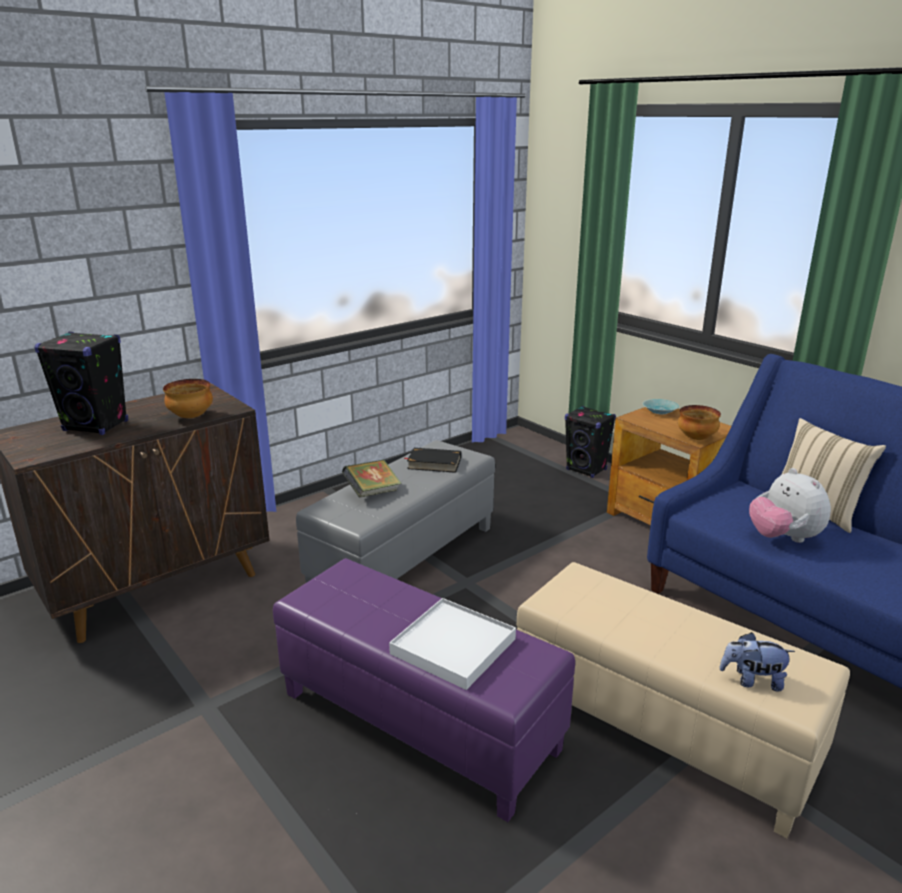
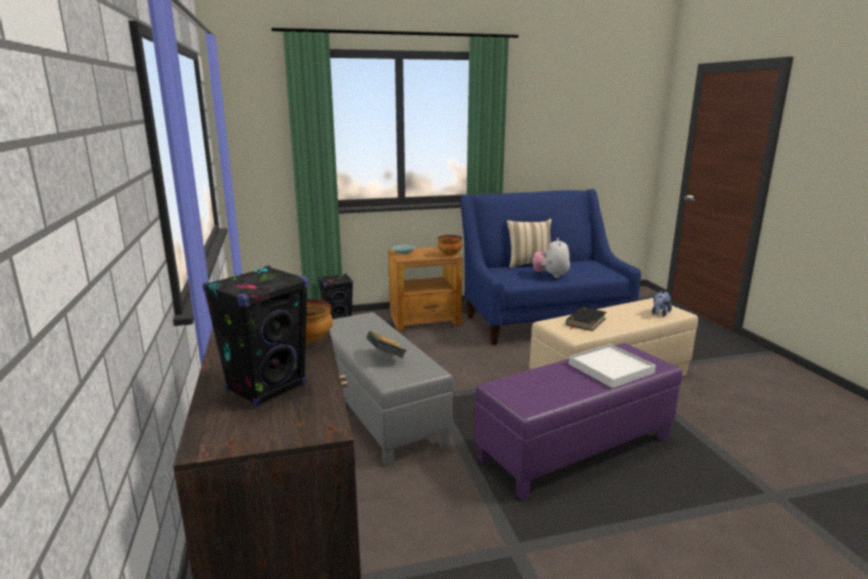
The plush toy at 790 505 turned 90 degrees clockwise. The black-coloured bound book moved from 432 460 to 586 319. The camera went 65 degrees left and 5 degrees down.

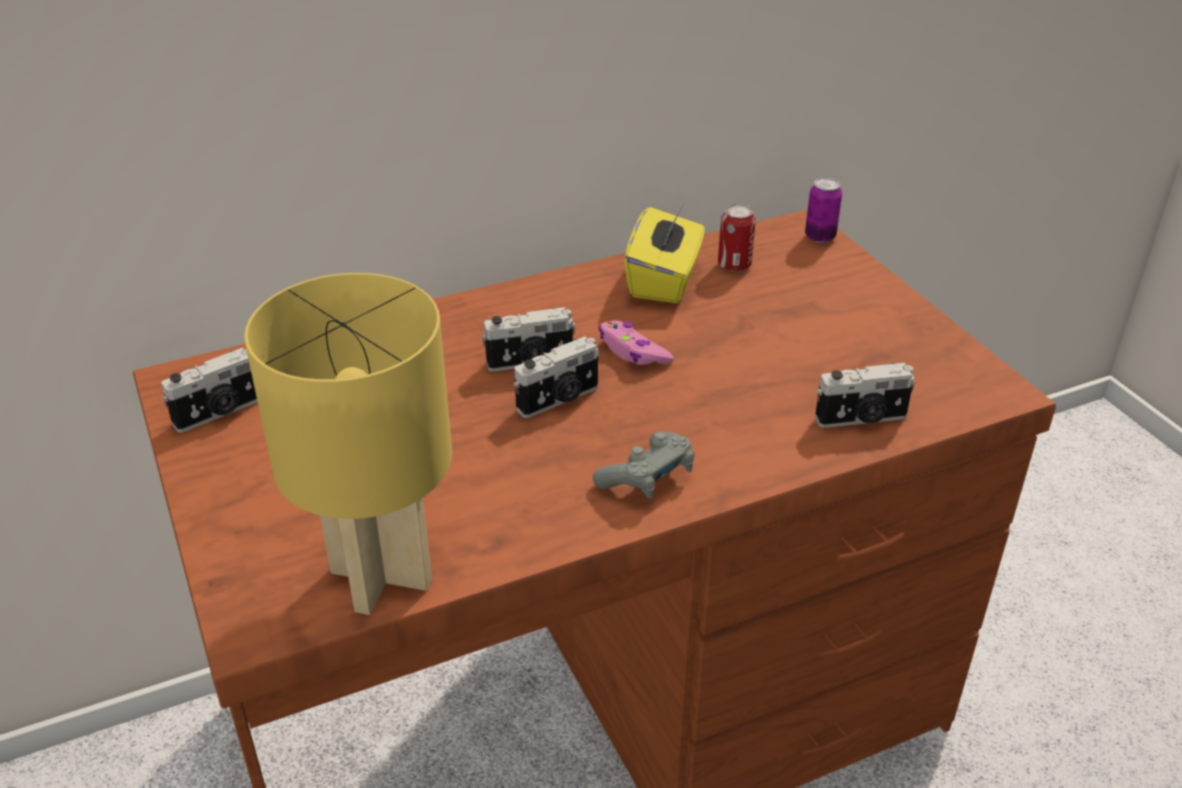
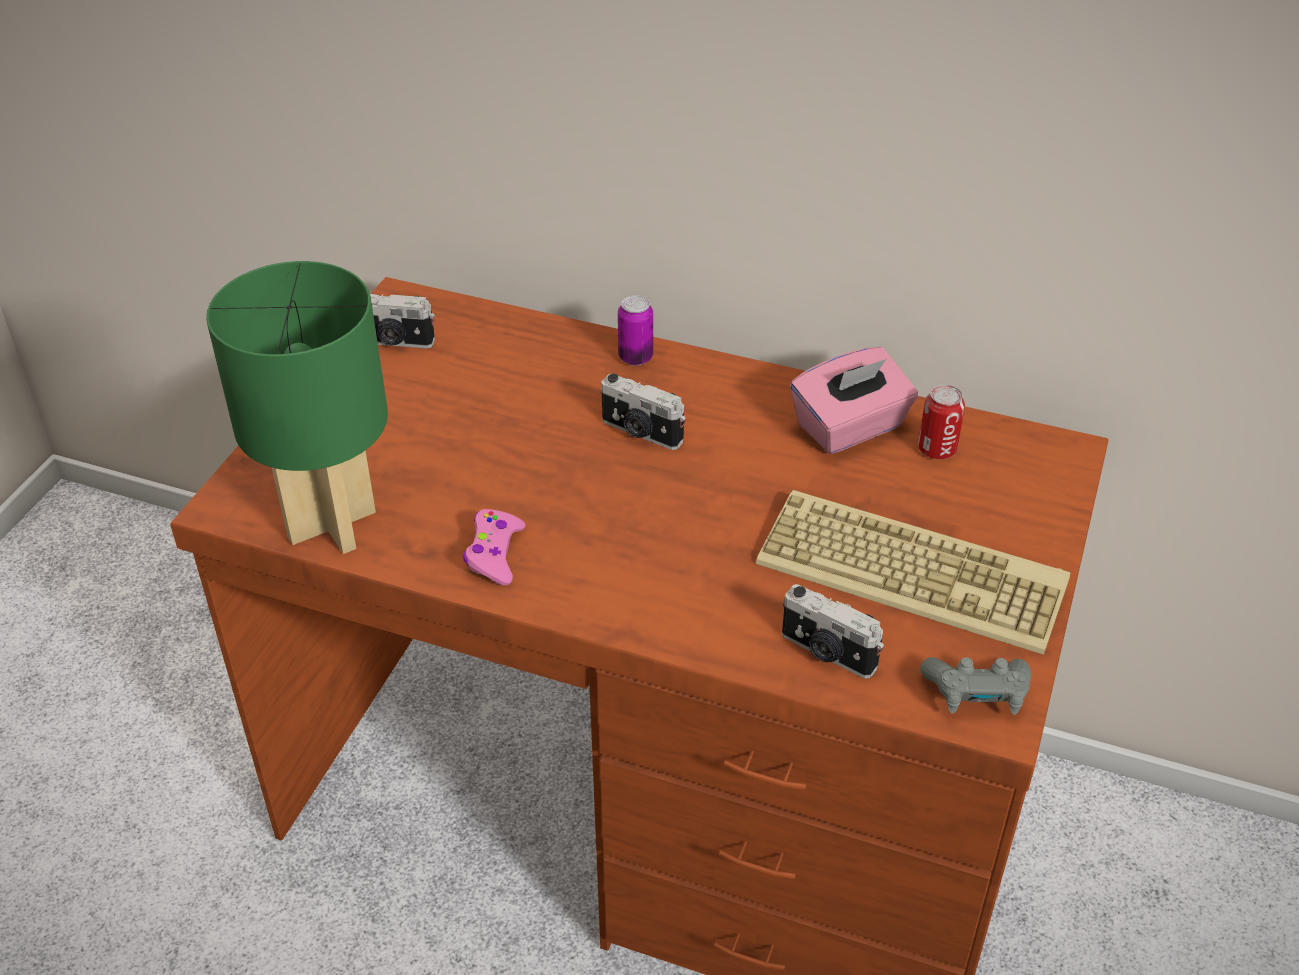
The yellow tabletop lamp at 348 444 became the green tabletop lamp at 297 407. The pink gamepad moved from 636 343 to 494 547. The can moved from 823 210 to 635 330. The PC keyboard at 913 572 appeared. The yellow tissue box at 664 253 became the pink tissue box at 854 400. The greyish gamepad moved from 644 465 to 975 686. The photo camera at 556 377 disappeared. The camera went 45 degrees right and 5 degrees up.

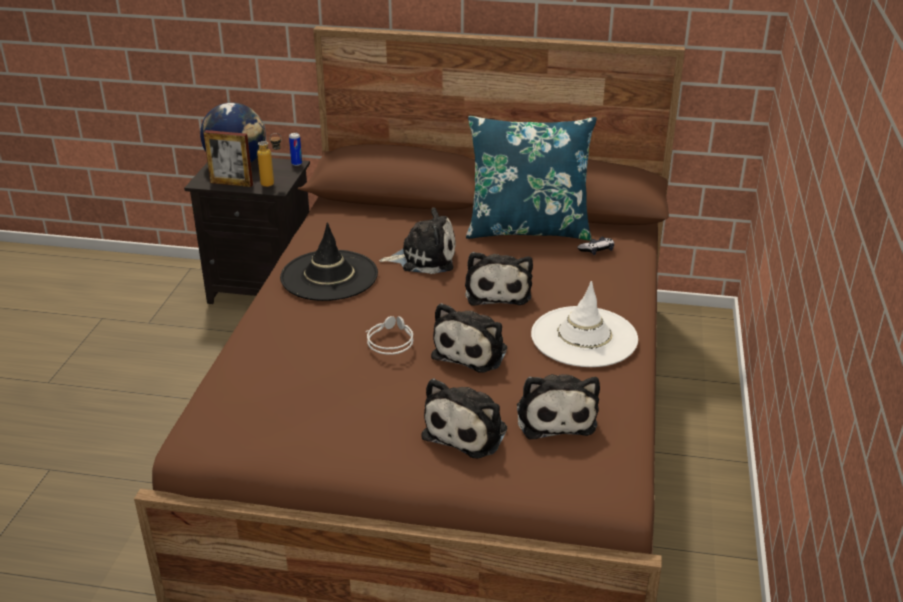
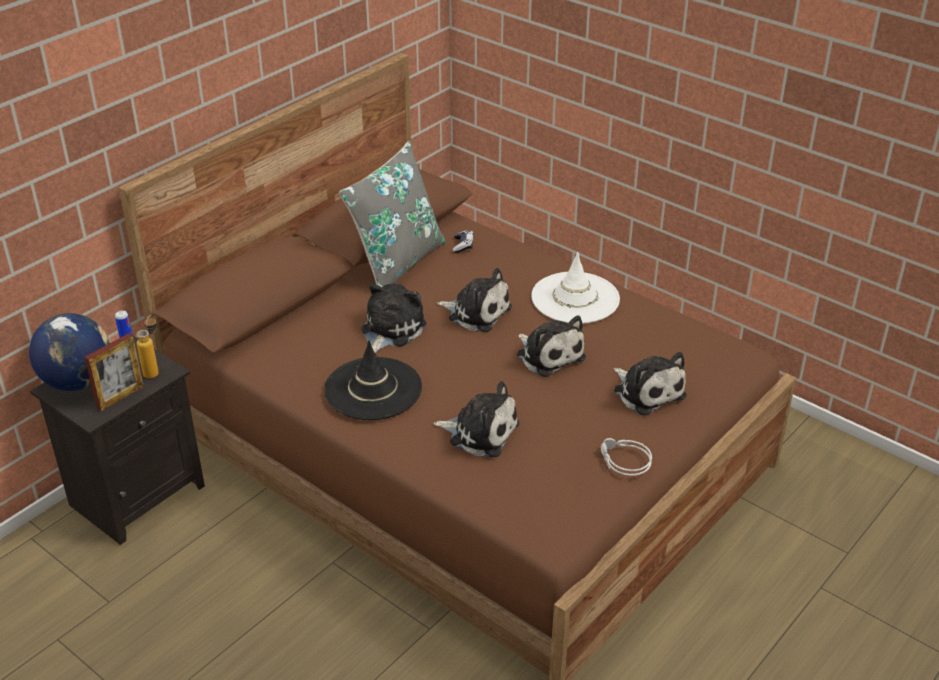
The blue throw pillow at 531 178 became the greyish throw pillow at 392 214. The plush toy moved from 558 406 to 476 419. The greyish headset moved from 389 335 to 626 457. The camera went 60 degrees left and 5 degrees up.

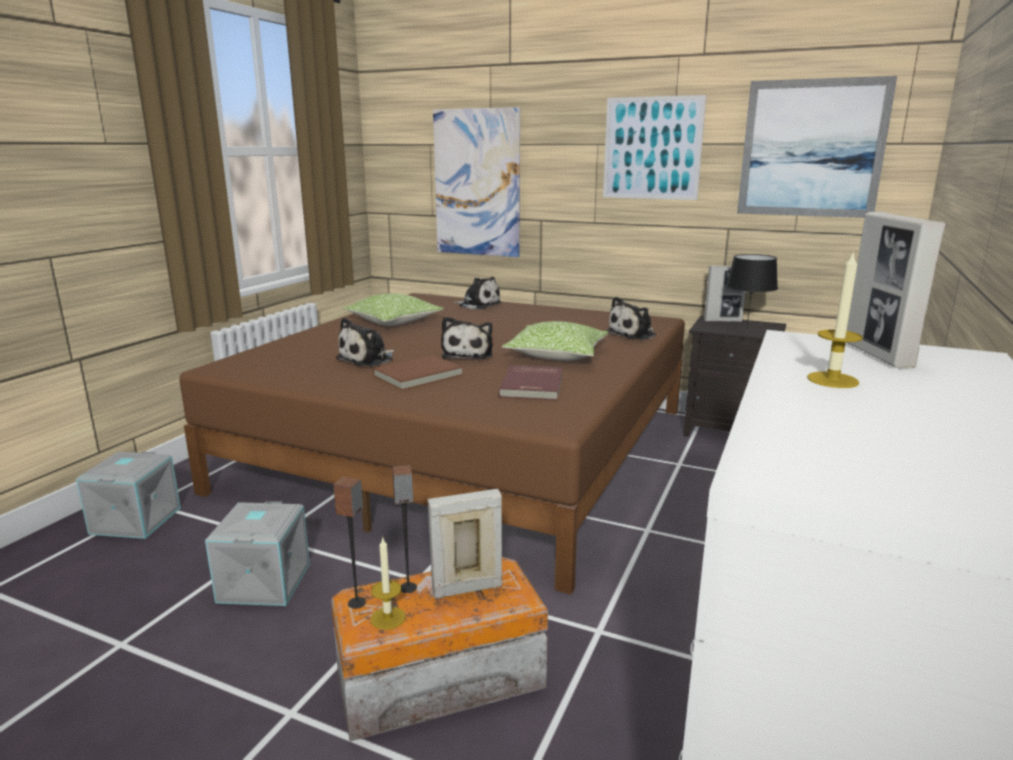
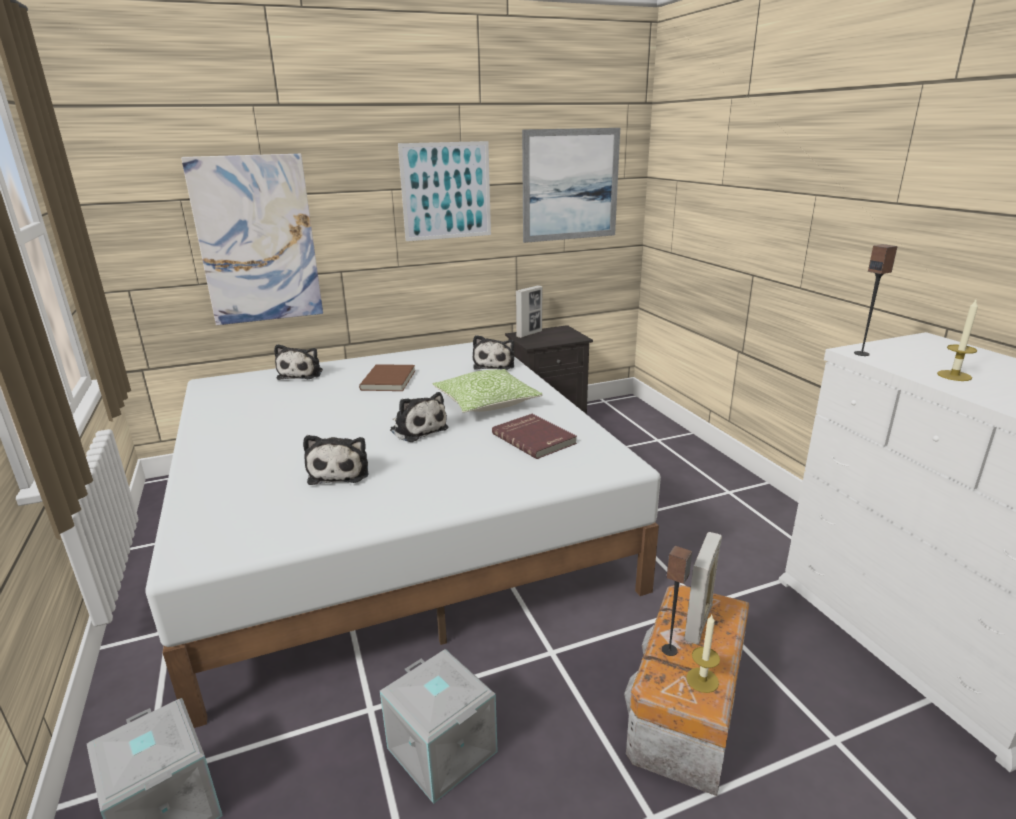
The brownish bed at 432 443 became the whitish bed at 403 535. The plush toy at 478 293 turned 105 degrees clockwise. The brownish bound book moved from 418 372 to 387 377. The audio speaker moved from 349 543 to 876 300. The throw pillow at 393 310 disappeared. The black-coloured tabletop lamp at 752 292 disappeared. The photo frame at 895 290 disappeared. The camera went 45 degrees left and 5 degrees up.

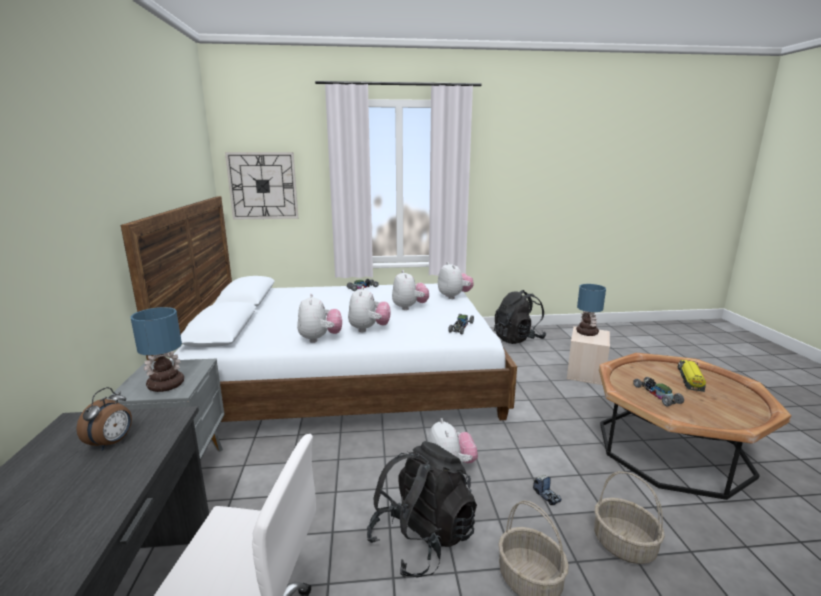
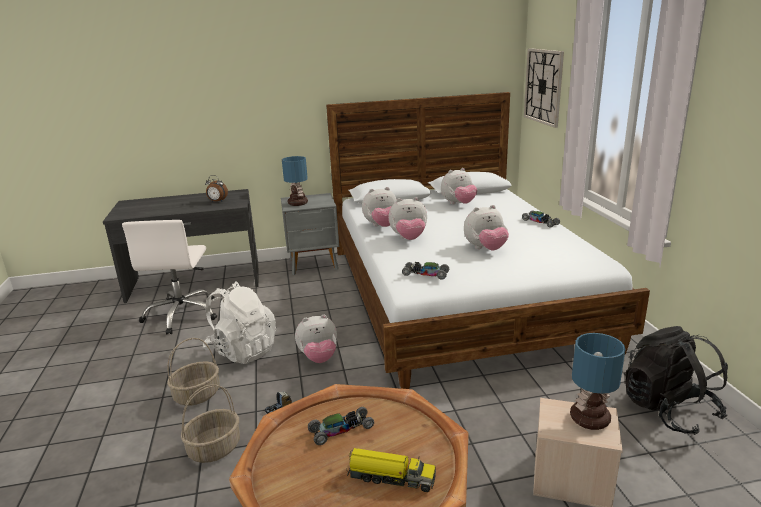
The black-coloured backpack at 422 509 became the whitish backpack at 239 322. The plush toy moved from 456 280 to 459 186. The camera went 85 degrees right and 5 degrees up.

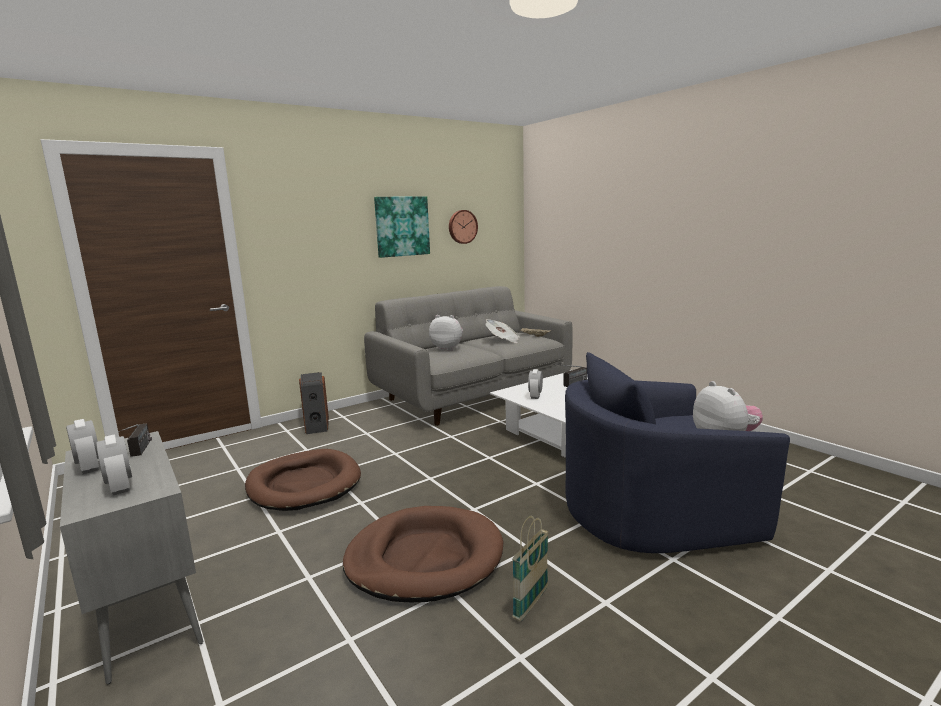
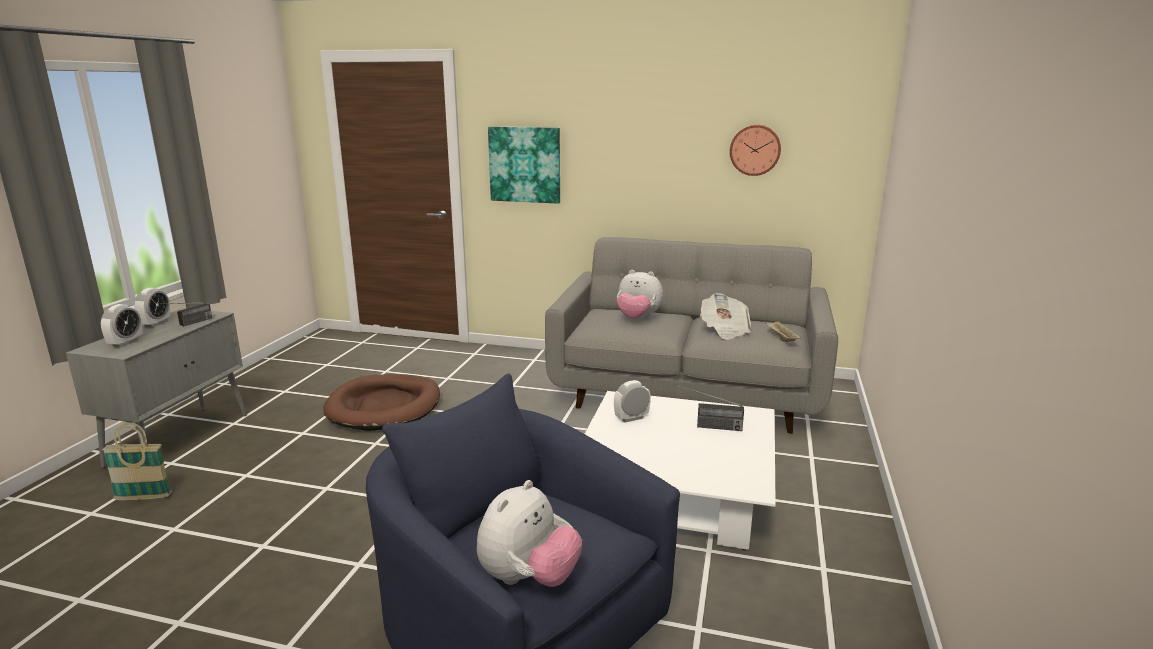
The basket moved from 530 569 to 137 462. The wall picture moved from 402 227 to 524 165. The plush toy at 446 333 turned 135 degrees clockwise. The audio speaker at 314 403 disappeared. The brownish dog cushion at 423 554 disappeared. The camera went 50 degrees right and 5 degrees up.

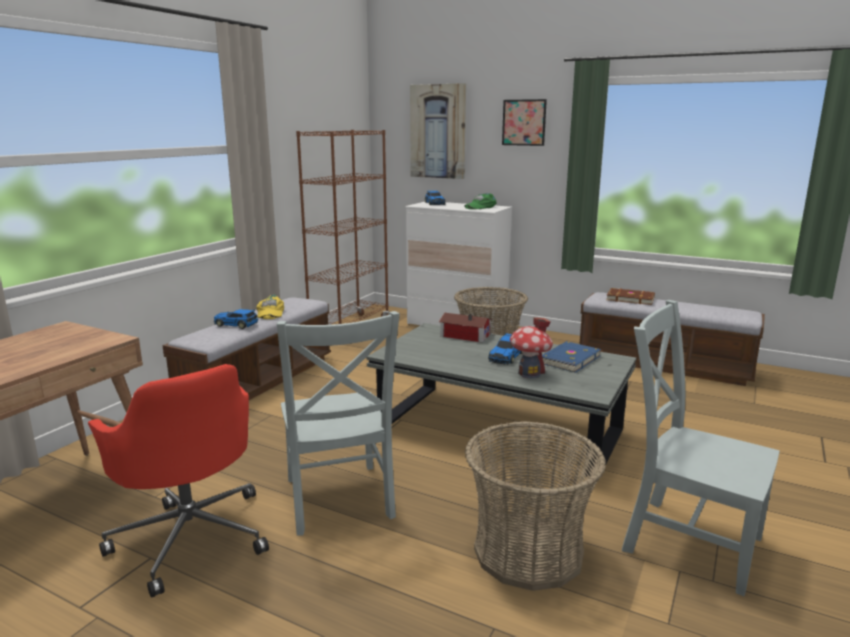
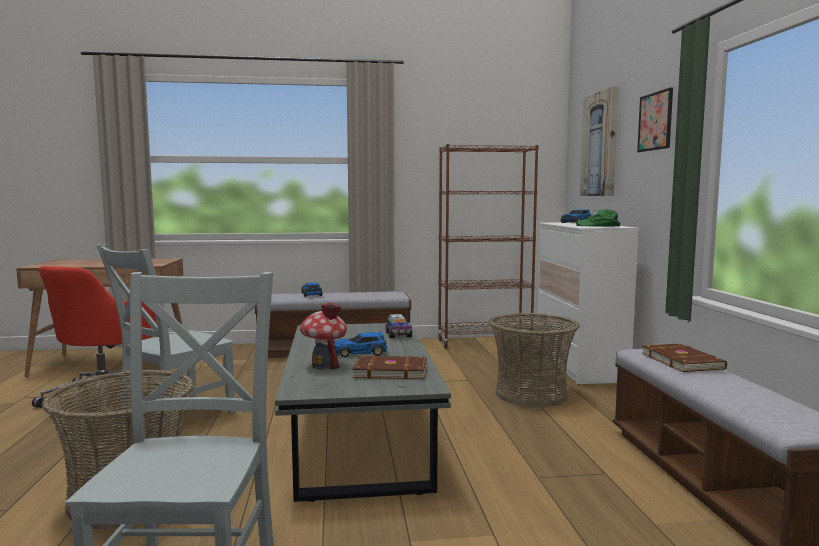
The blue bound book at 571 357 became the brownish bound book at 389 367. The toy house at 465 327 was replaced by the toy truck at 399 326. The yellow peaked cap at 270 306 disappeared. The camera went 55 degrees right and 10 degrees down.

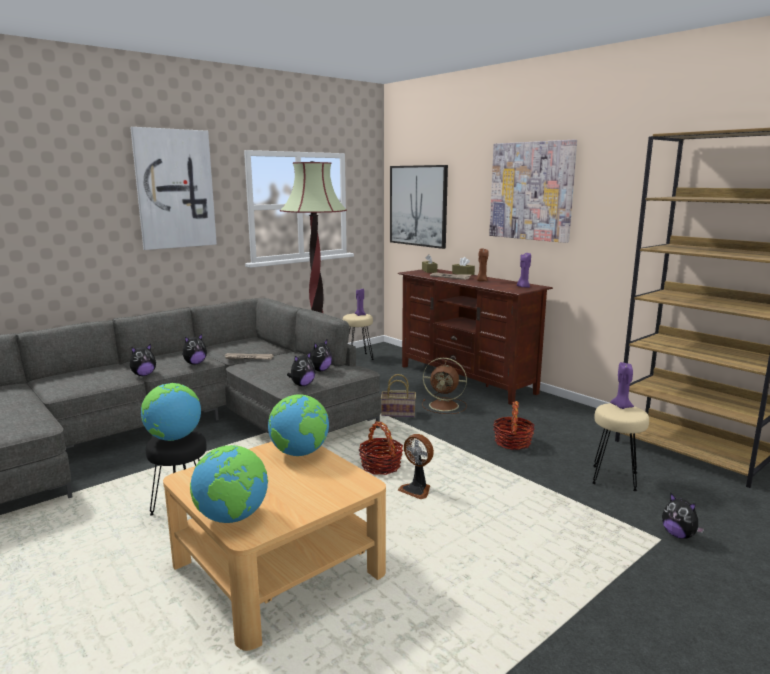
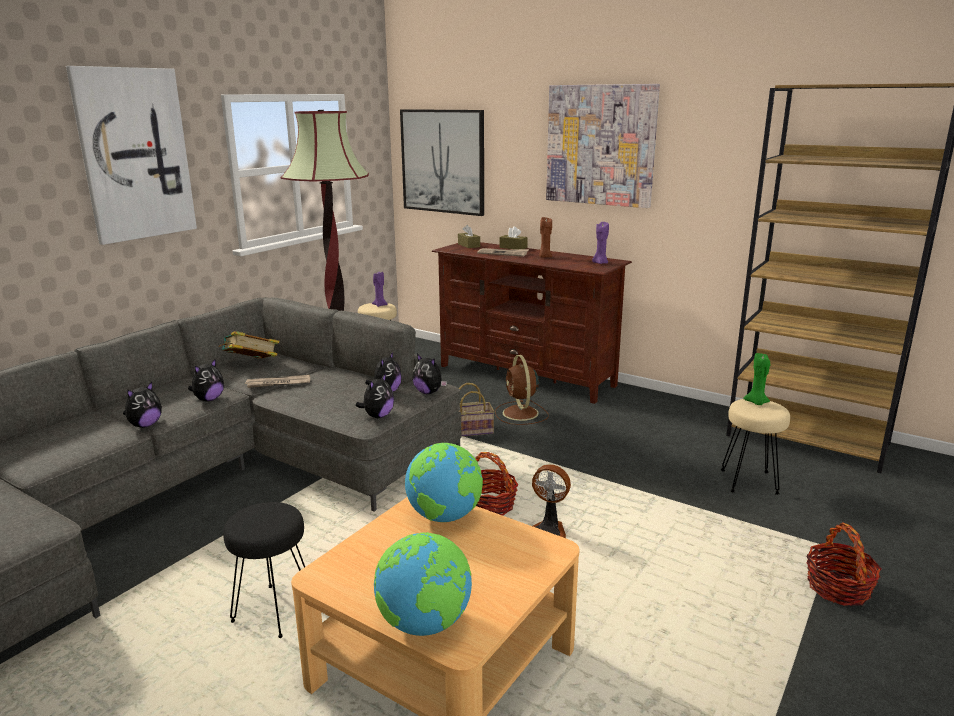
The bound book at 249 345 appeared. The plush toy moved from 683 516 to 429 374. The brownish cooling fan at 444 386 turned 75 degrees clockwise. The purplish wax candle at 622 385 became the green wax candle at 756 379. The basket moved from 514 425 to 844 564. The desk globe at 171 412 disappeared. The camera went 15 degrees left and 5 degrees up.

